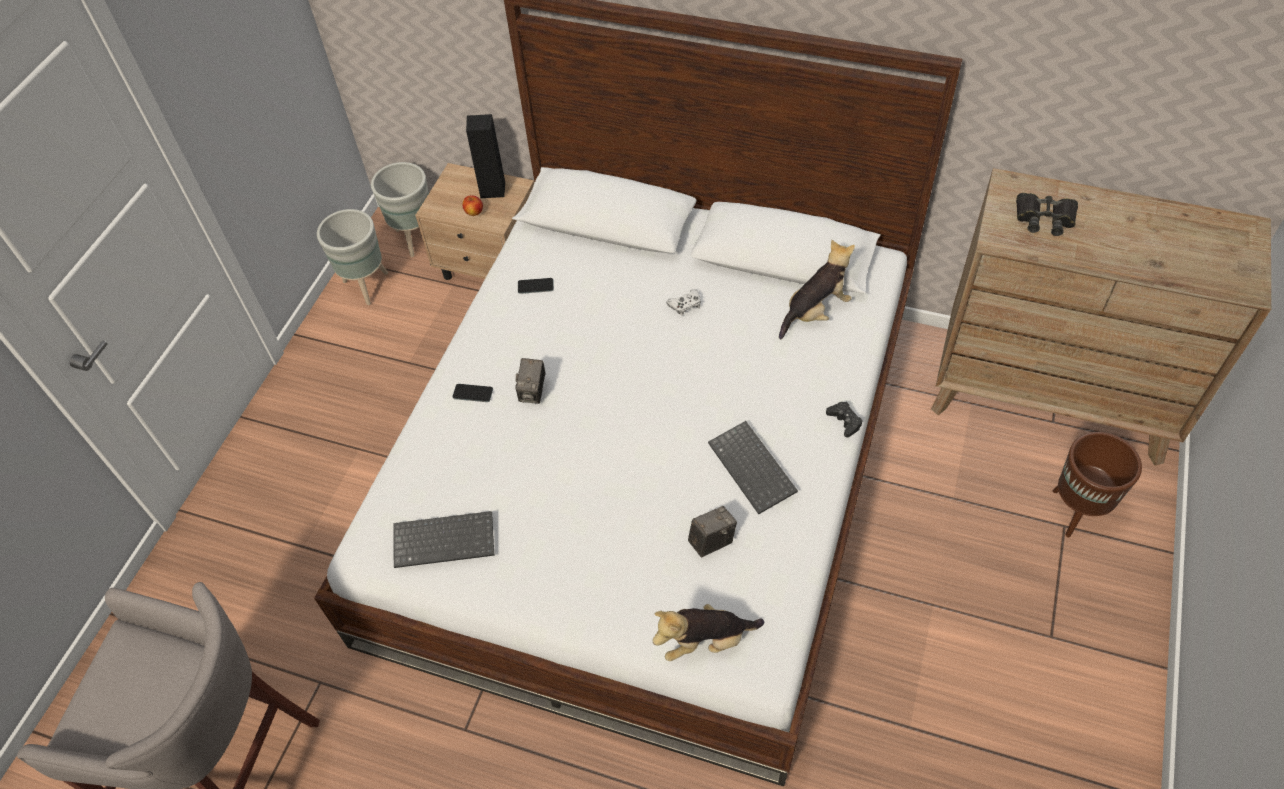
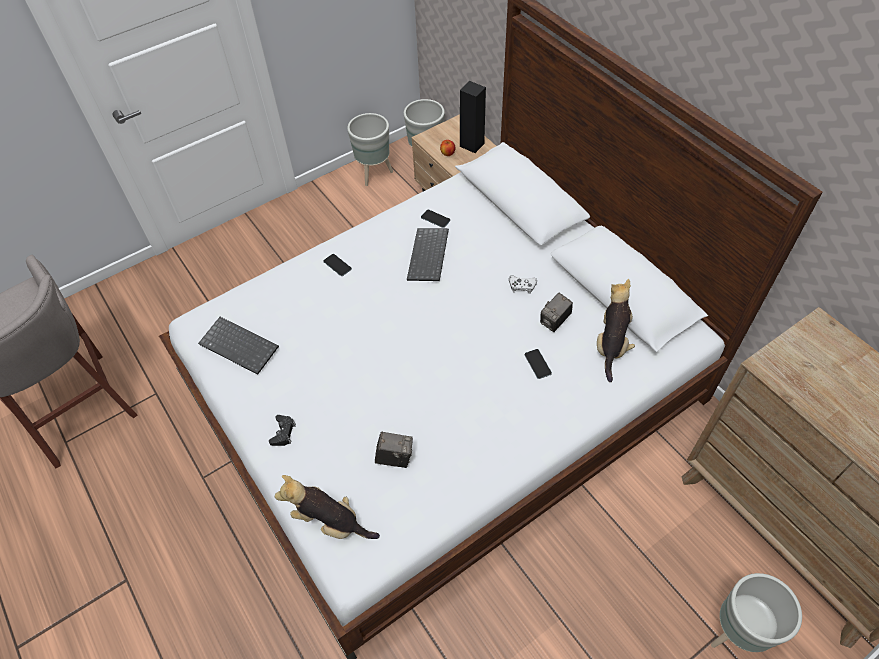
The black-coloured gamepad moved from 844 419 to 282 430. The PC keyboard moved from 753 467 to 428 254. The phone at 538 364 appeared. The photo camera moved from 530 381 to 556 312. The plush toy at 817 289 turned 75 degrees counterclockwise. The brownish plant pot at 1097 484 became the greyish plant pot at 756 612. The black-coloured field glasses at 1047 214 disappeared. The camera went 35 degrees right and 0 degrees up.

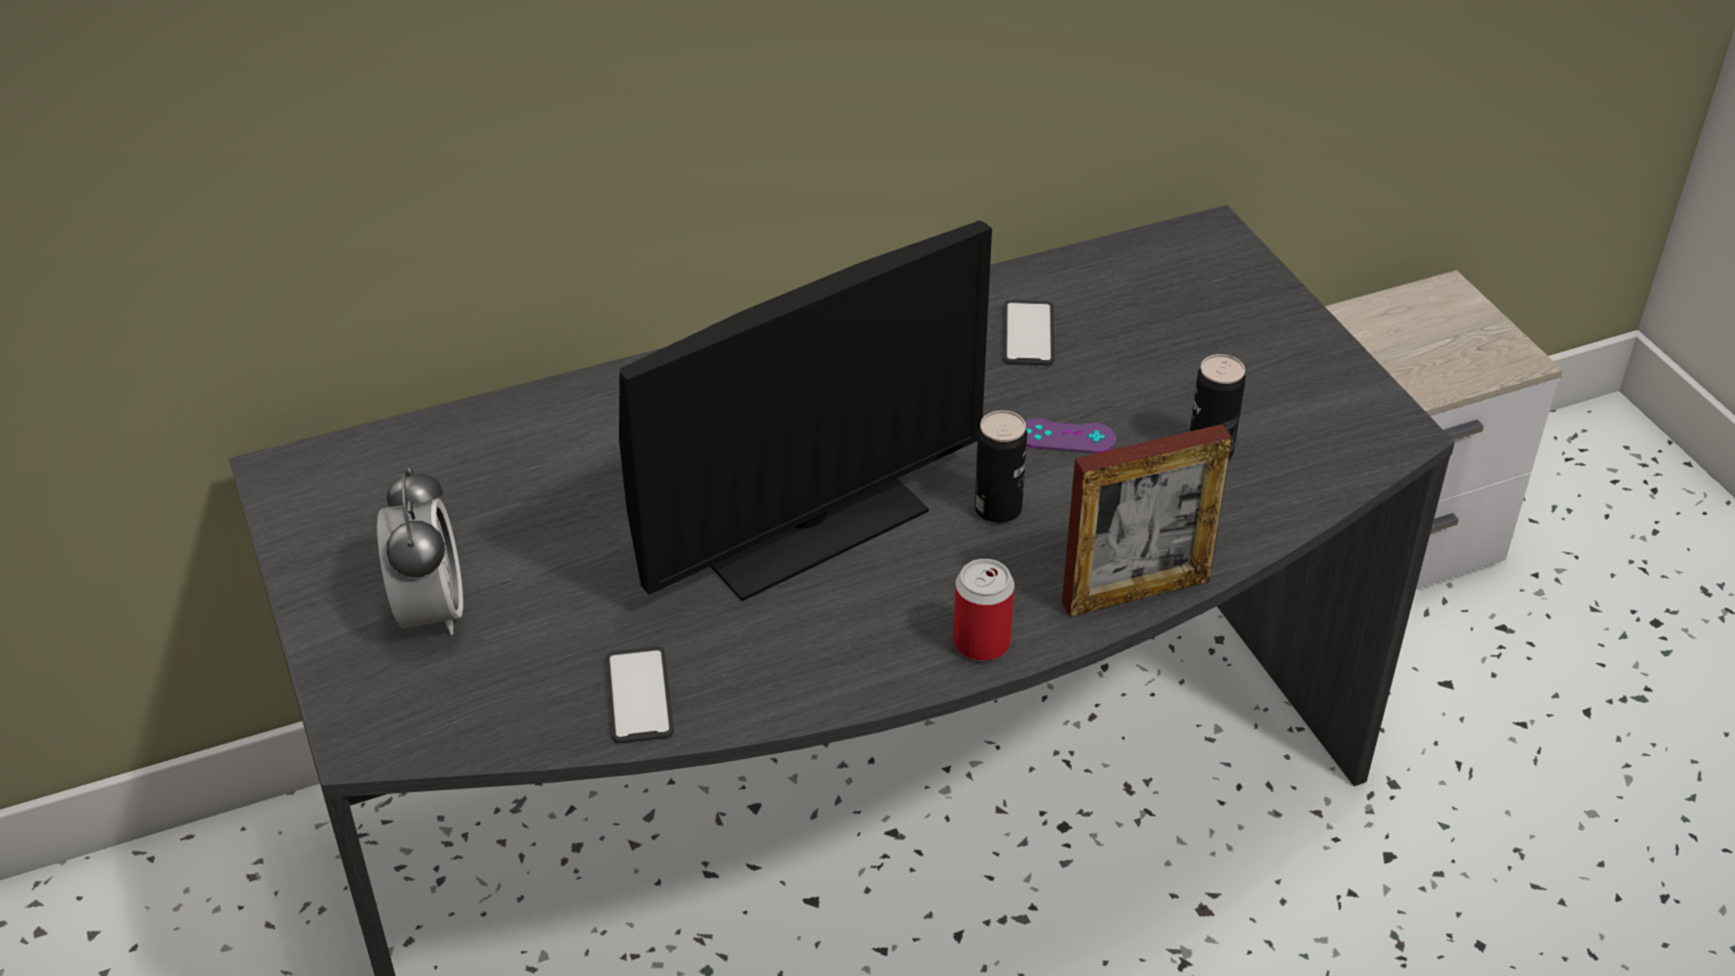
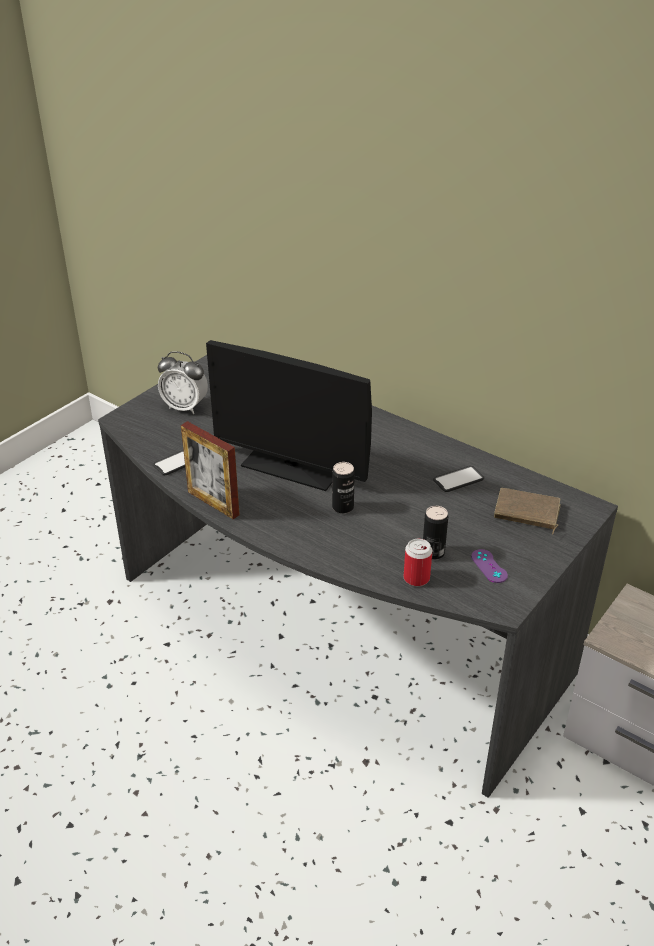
The alarm clock at 420 551 turned 60 degrees clockwise. The photo frame moved from 1147 520 to 210 470. The can moved from 984 610 to 418 562. The purplish gamepad moved from 1070 435 to 489 566. The brownish bound book at 527 511 appeared. The camera went 60 degrees right and 5 degrees down.

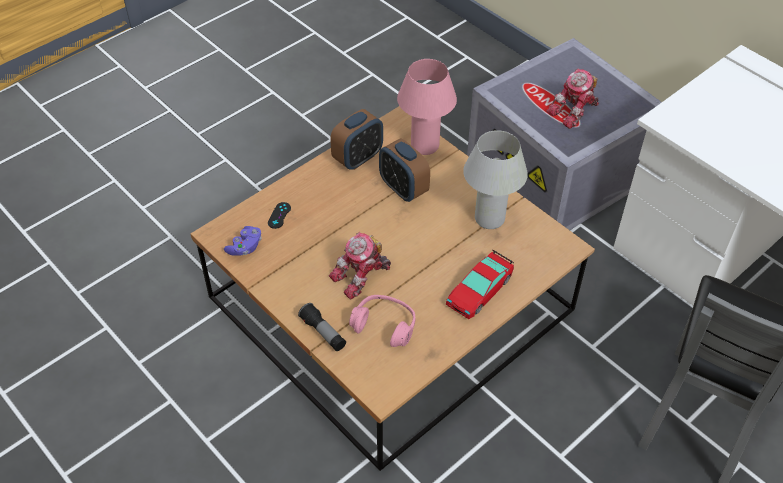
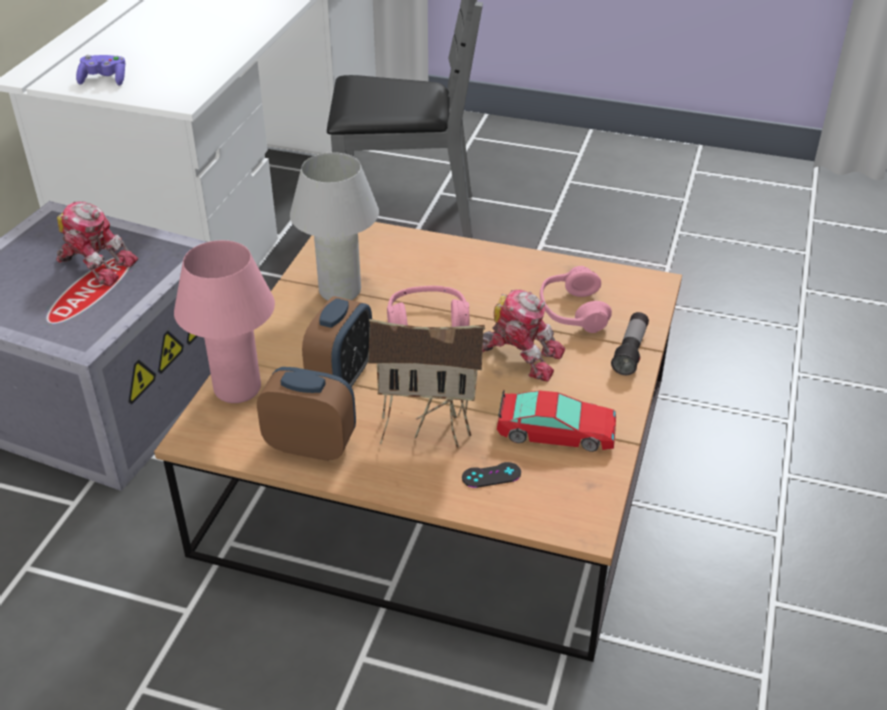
The purplish gamepad moved from 243 241 to 100 70. The toy house at 426 383 appeared. The pink headset at 428 306 appeared. The miniature car moved from 480 284 to 556 421. The camera went 120 degrees left and 10 degrees down.

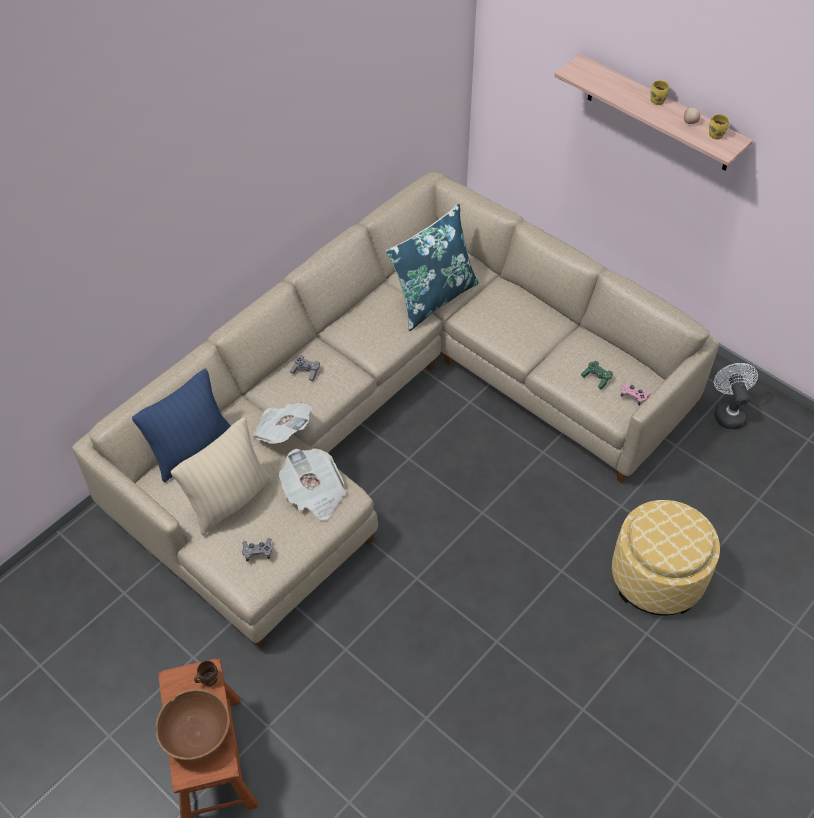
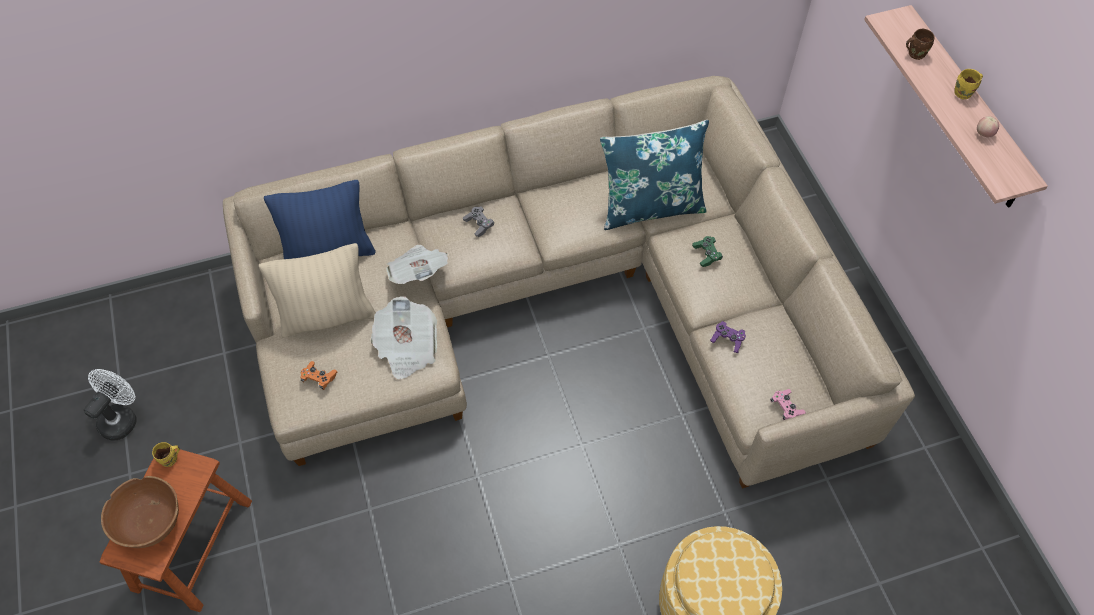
The whitish cooling fan moved from 736 396 to 110 405. The yellow tea mug moved from 719 127 to 166 454. The greyish gamepad at 257 549 became the orange-coloured gamepad at 318 375. The green gamepad moved from 597 375 to 707 251. The purplish gamepad at 728 337 appeared. The brownish tea mug moved from 206 673 to 920 44. The camera went 30 degrees right and 5 degrees up.

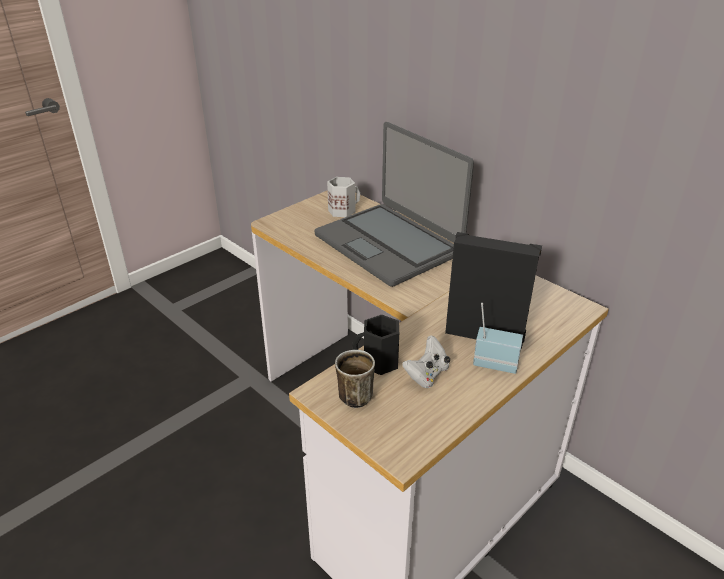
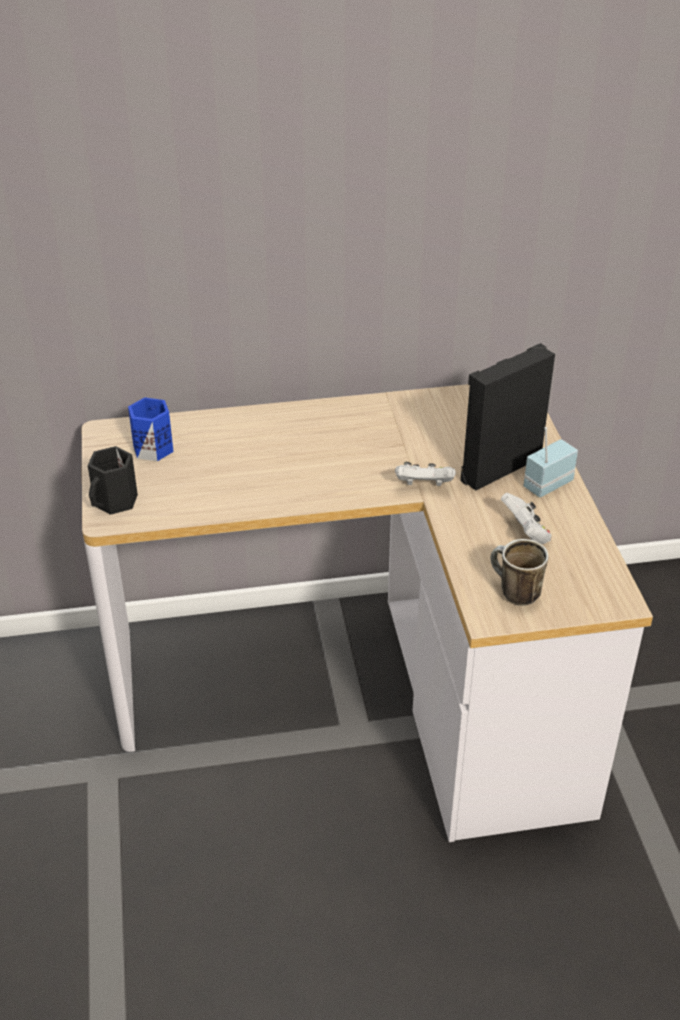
The black-coloured tea mug moved from 375 345 to 113 480. The whitish tea mug at 343 197 became the blue tea mug at 150 429. The whitish gamepad at 425 474 appeared. The notebook computer at 394 204 disappeared. The camera went 55 degrees left and 5 degrees up.

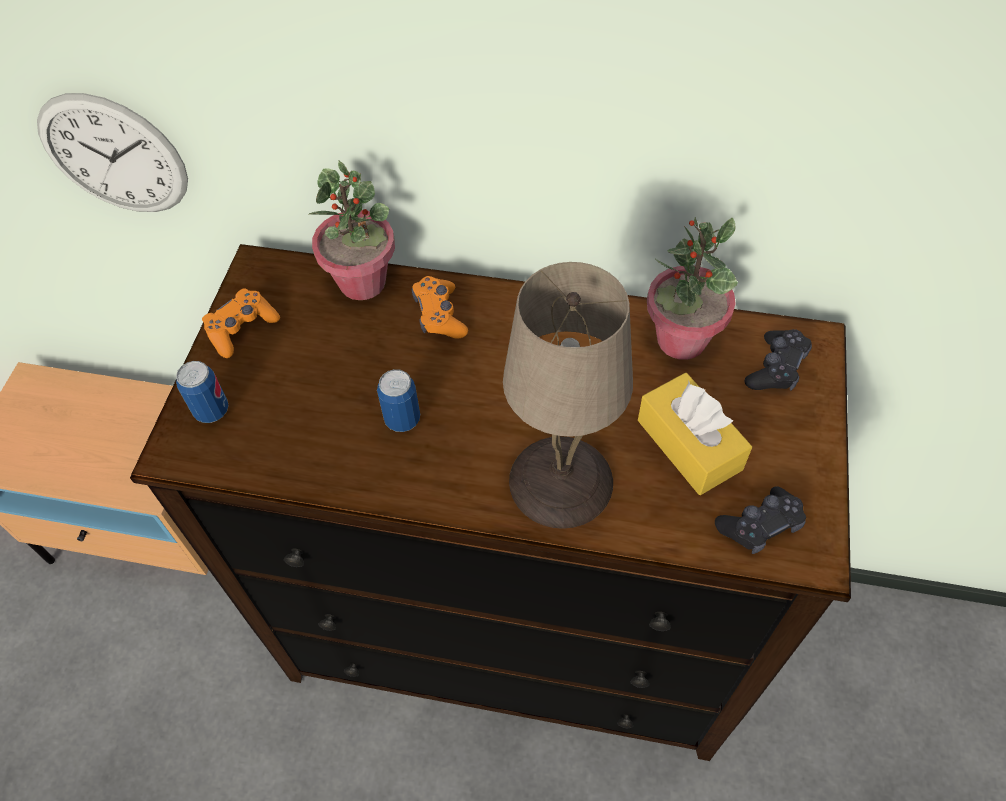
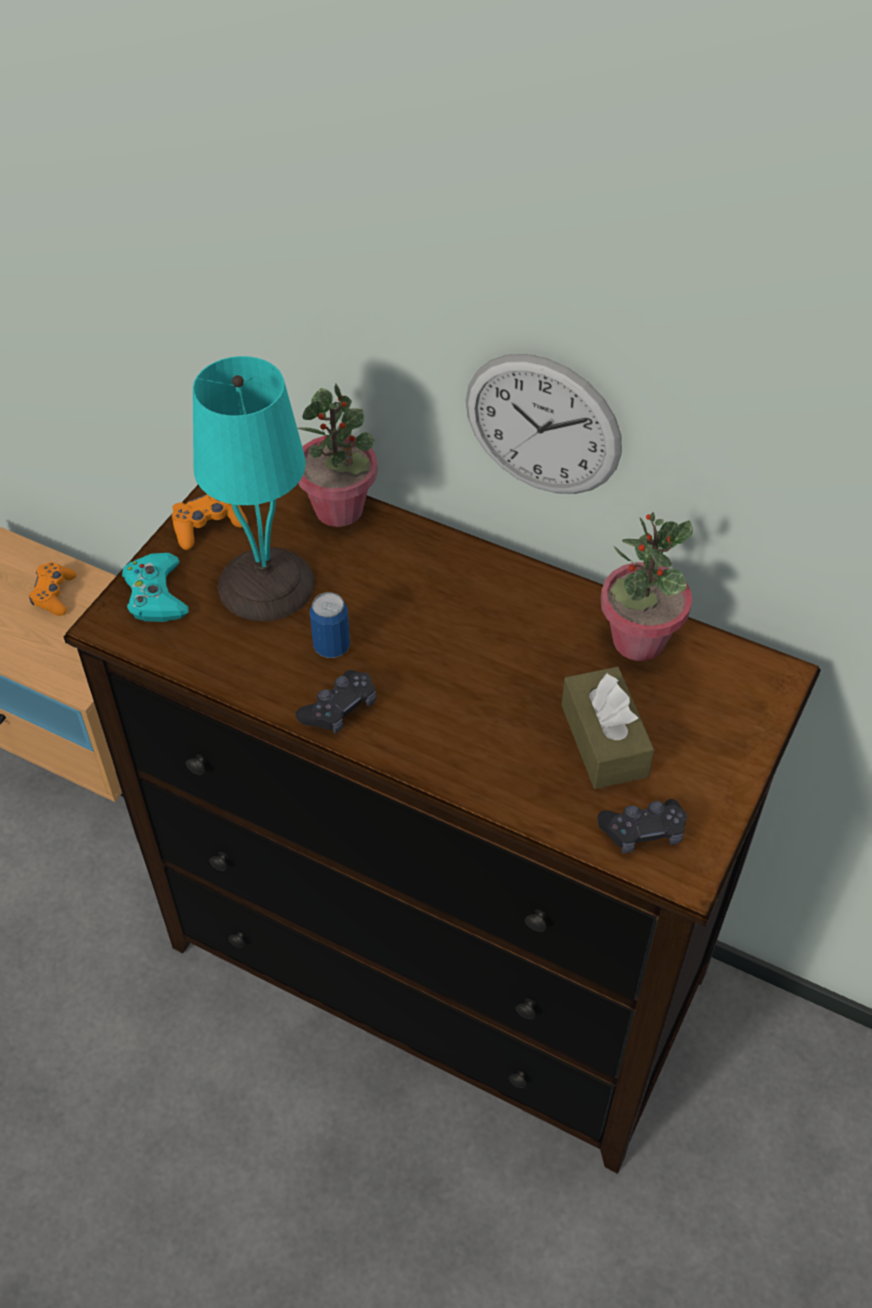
The orange-coloured gamepad moved from 440 307 to 53 589. The can at 202 392 was replaced by the blue-green gamepad at 155 587. The blue-green tabletop lamp at 254 488 appeared. The black-coloured gamepad moved from 778 360 to 336 702. The clock on the wall moved from 112 152 to 544 424. The yellow tissue box at 695 434 became the brownish tissue box at 608 728. The beige tabletop lamp at 568 395 disappeared. The camera went 15 degrees right and 5 degrees down.

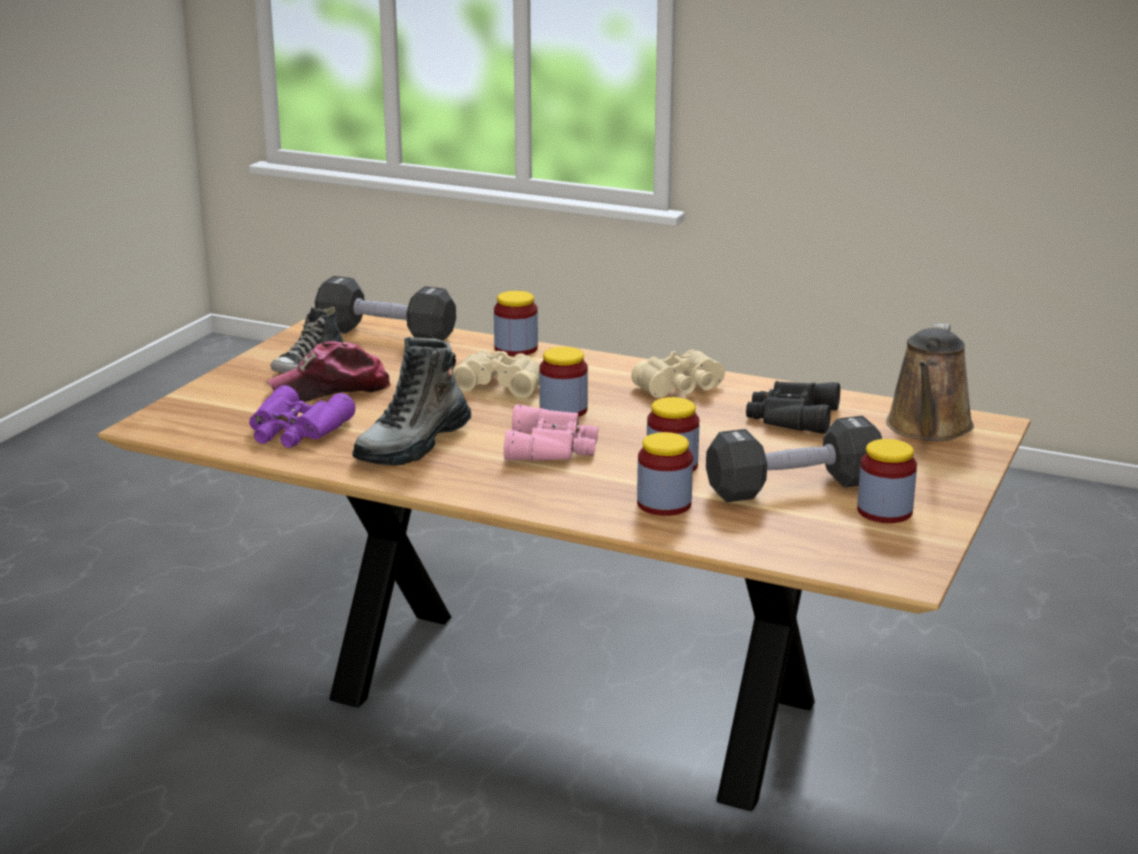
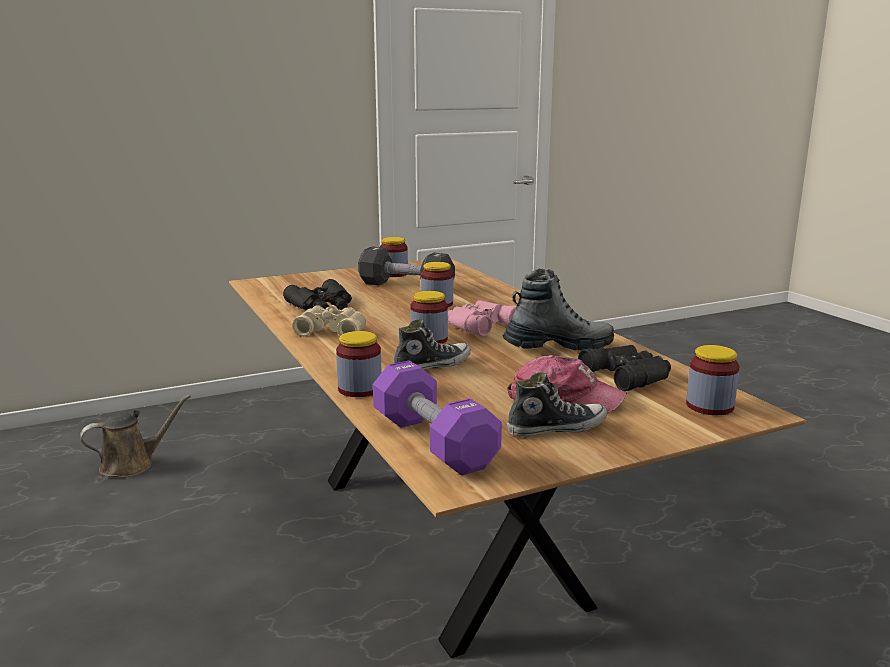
The brownish sprinkling can moved from 930 382 to 135 436. The black-coloured hand weight at 385 308 became the purplish hand weight at 437 418. The beige field glasses at 496 374 was replaced by the shoe at 432 344. The purplish field glasses at 302 416 became the black-coloured field glasses at 624 368. The jar moved from 665 474 to 713 380. The camera went 140 degrees left and 5 degrees down.

